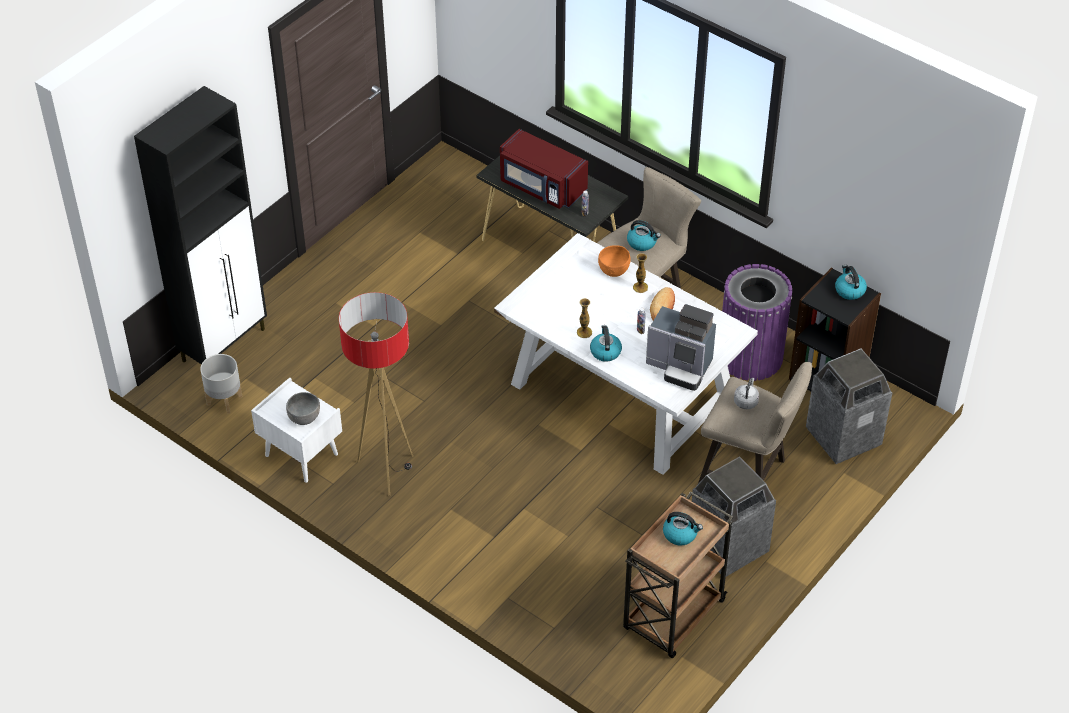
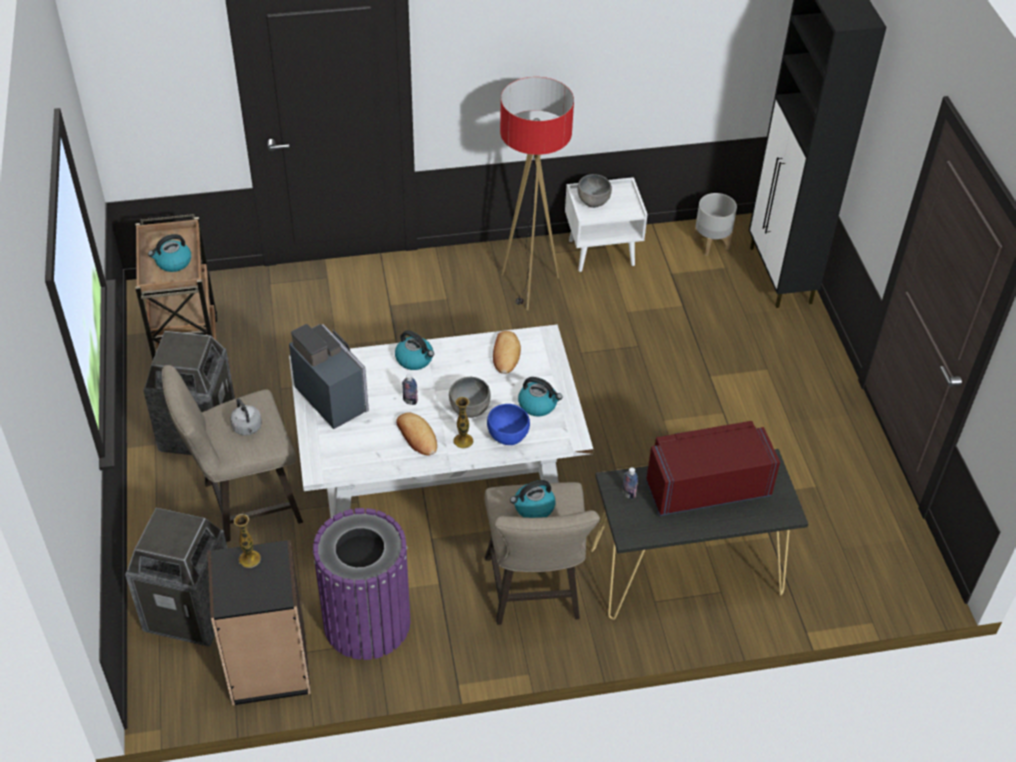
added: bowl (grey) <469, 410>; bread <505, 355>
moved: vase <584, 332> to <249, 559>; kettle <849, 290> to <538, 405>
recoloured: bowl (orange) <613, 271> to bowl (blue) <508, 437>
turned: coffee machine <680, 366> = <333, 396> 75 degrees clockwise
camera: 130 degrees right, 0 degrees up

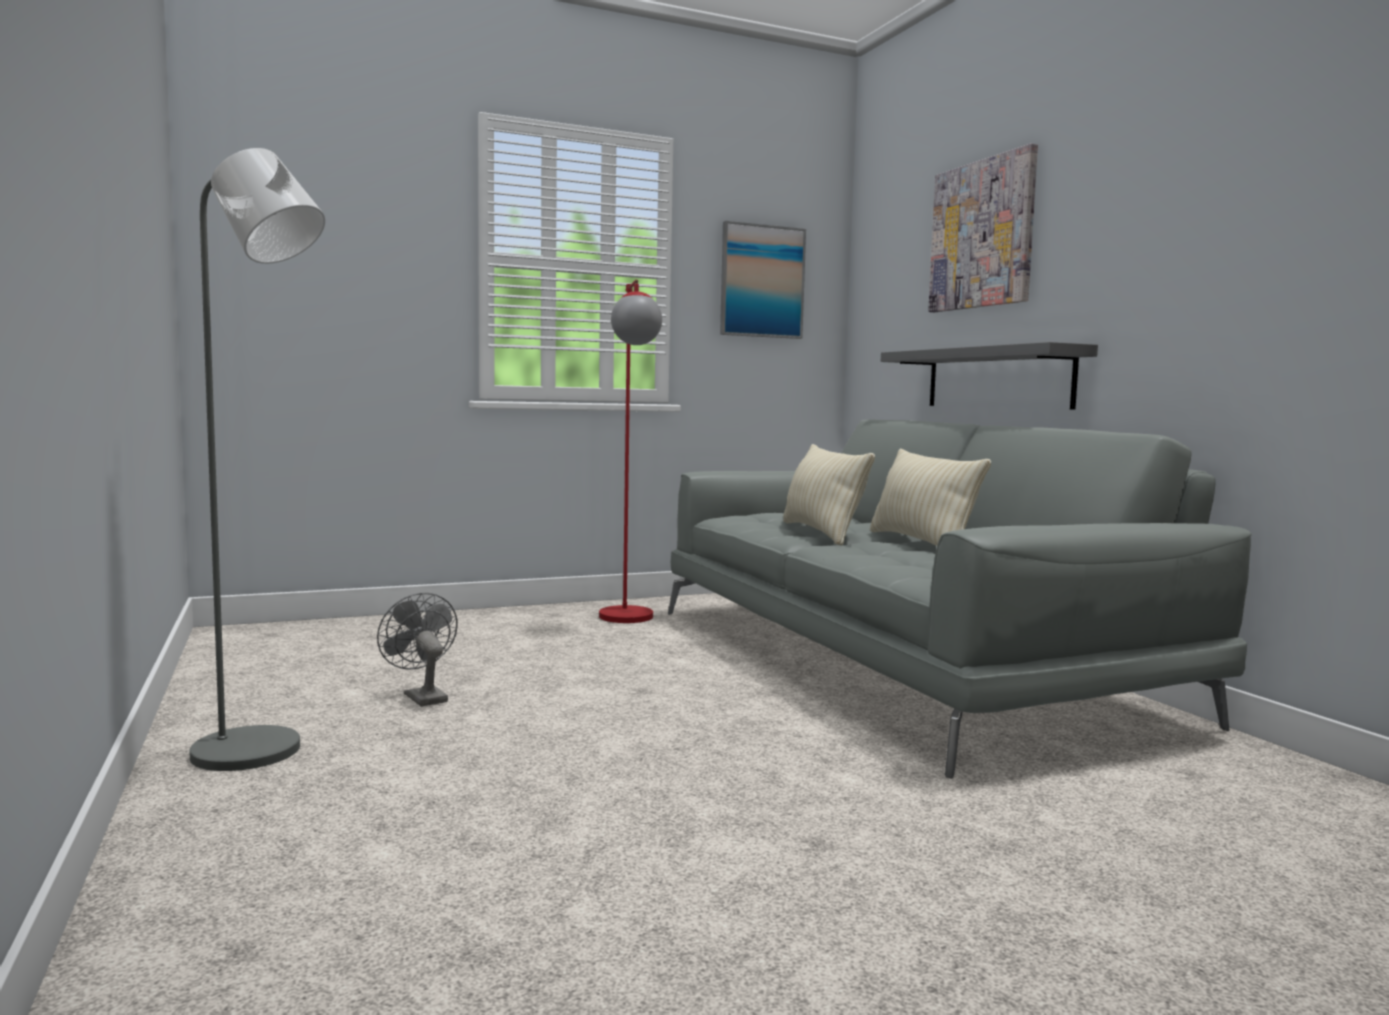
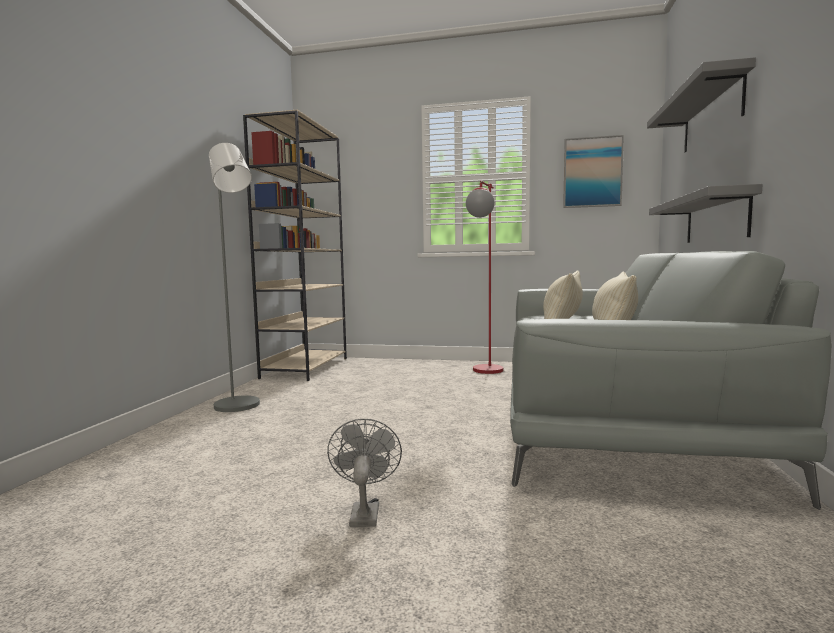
added: bookcase (beige) <305, 367>
moved: fan (grey) <421, 696> to <364, 512>
replaced: picture <982, 234> to shelf (grey) <711, 115>
camera: 35 degrees right, 0 degrees up

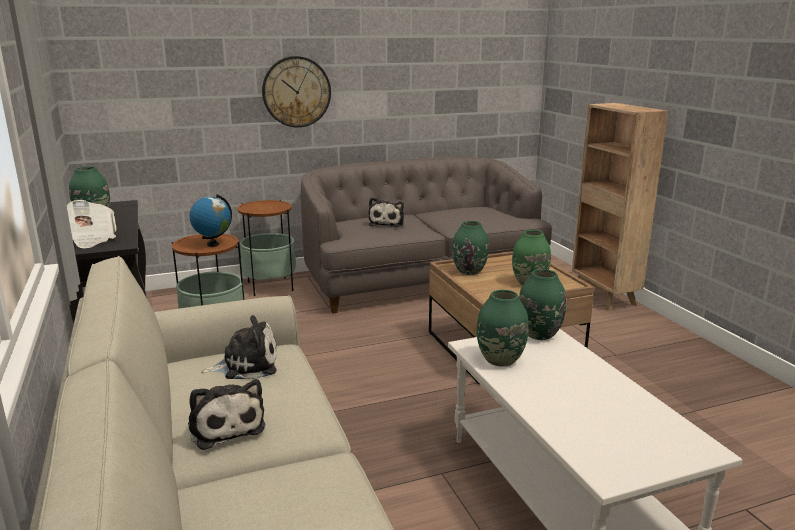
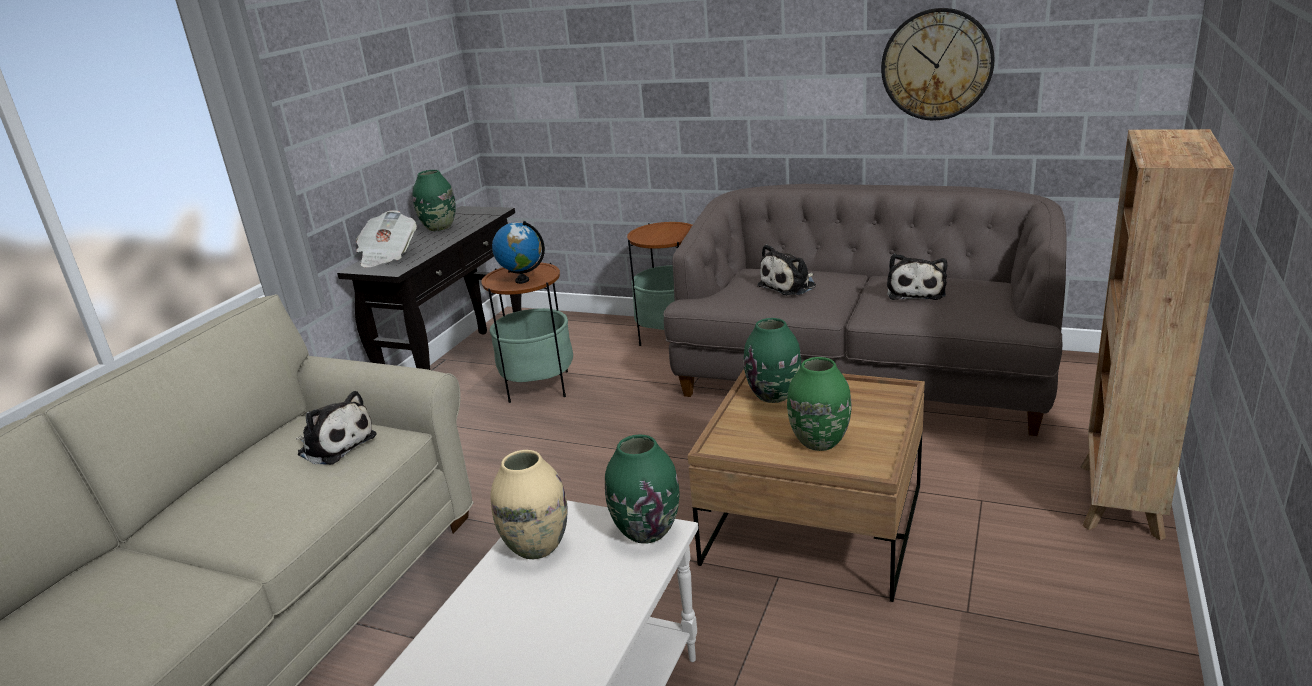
moved: wall clock <296, 92> to <937, 65>; plush toy <225, 426> to <916, 292>
recoloured: vase (green) <500, 360> to vase (beige) <536, 546>
camera: 45 degrees right, 5 degrees up

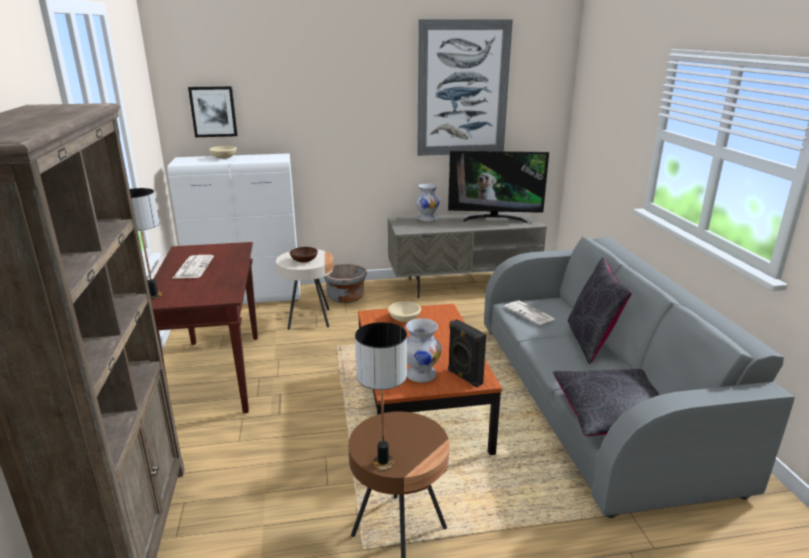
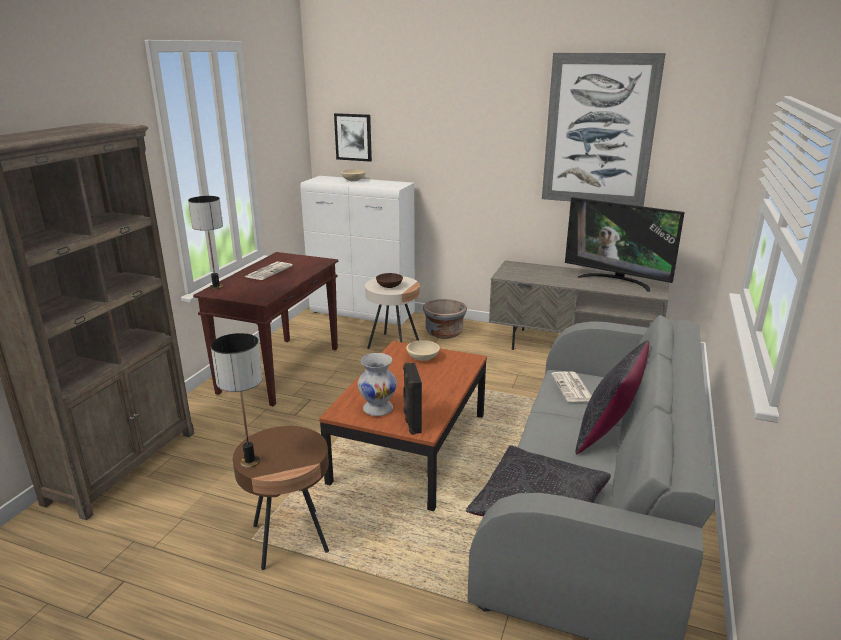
removed: vase (white) <427, 219>
camera: 30 degrees right, 0 degrees up

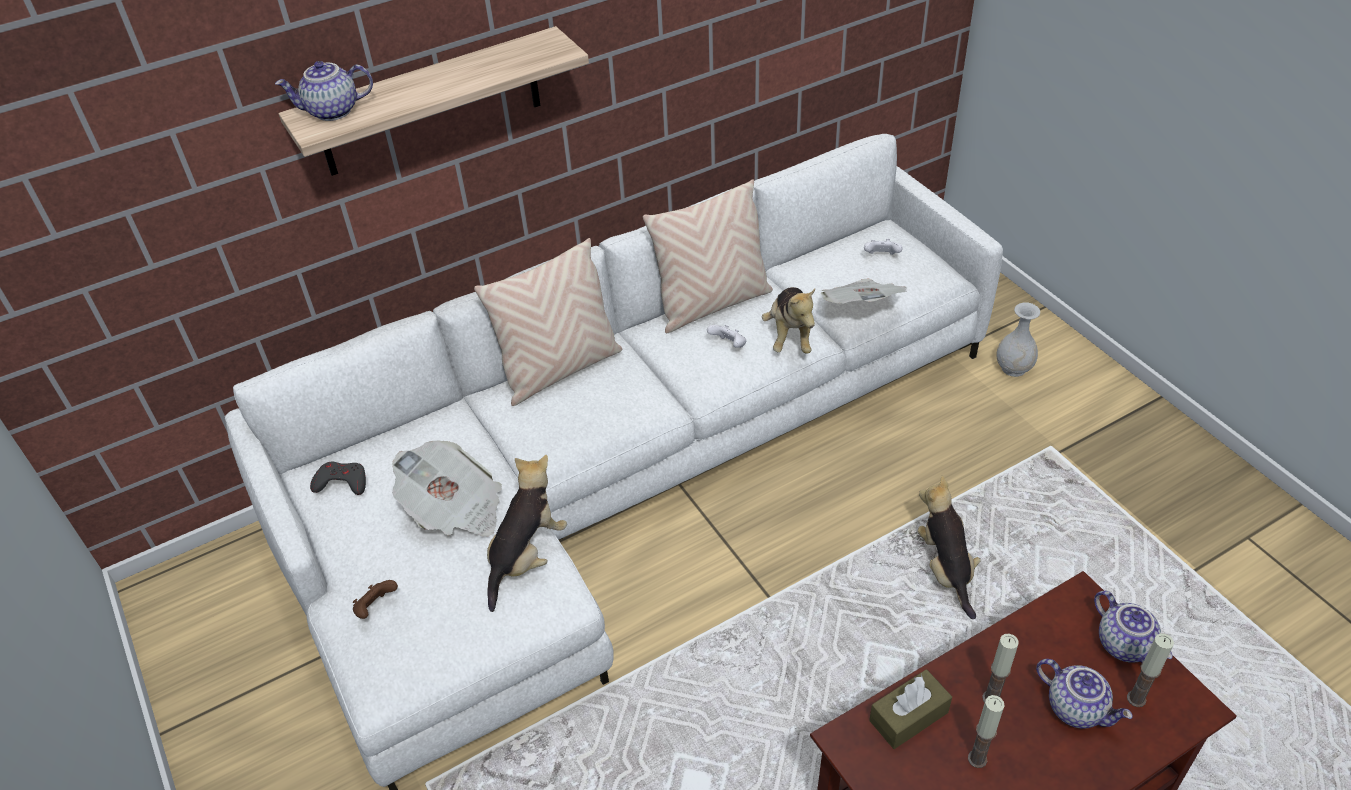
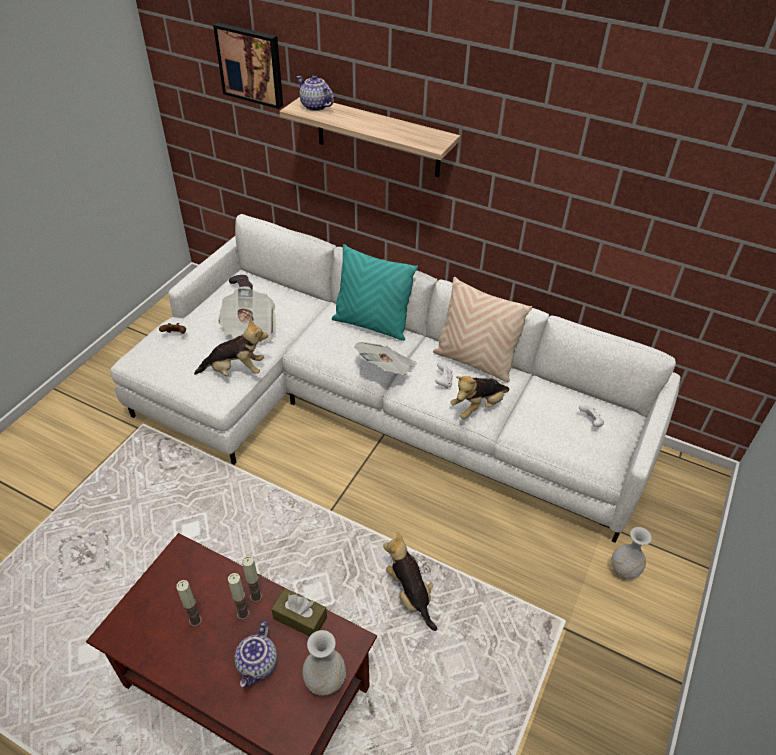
added: picture <251, 64>
moved: candle <1136, 699> to <256, 597>; tissue box (brown) <908, 716> to <300, 618>; newspaper <861, 309> to <386, 370>
replaced: teapot <1125, 644> to vase (white) <325, 680>
recoloured: pillow (beige) <560, 369> to pillow (turquoise) <372, 324>
turned: plush toy <945, 568> = <410, 594> 75 degrees counterclockwise
camera: 55 degrees right, 0 degrees up

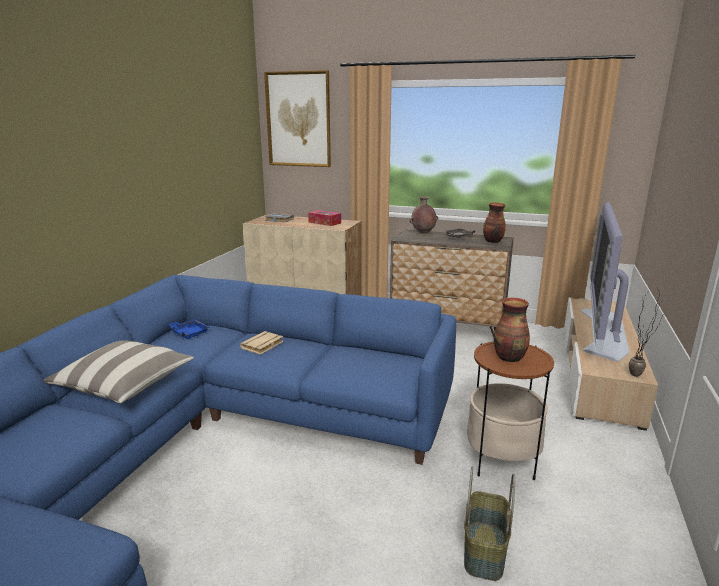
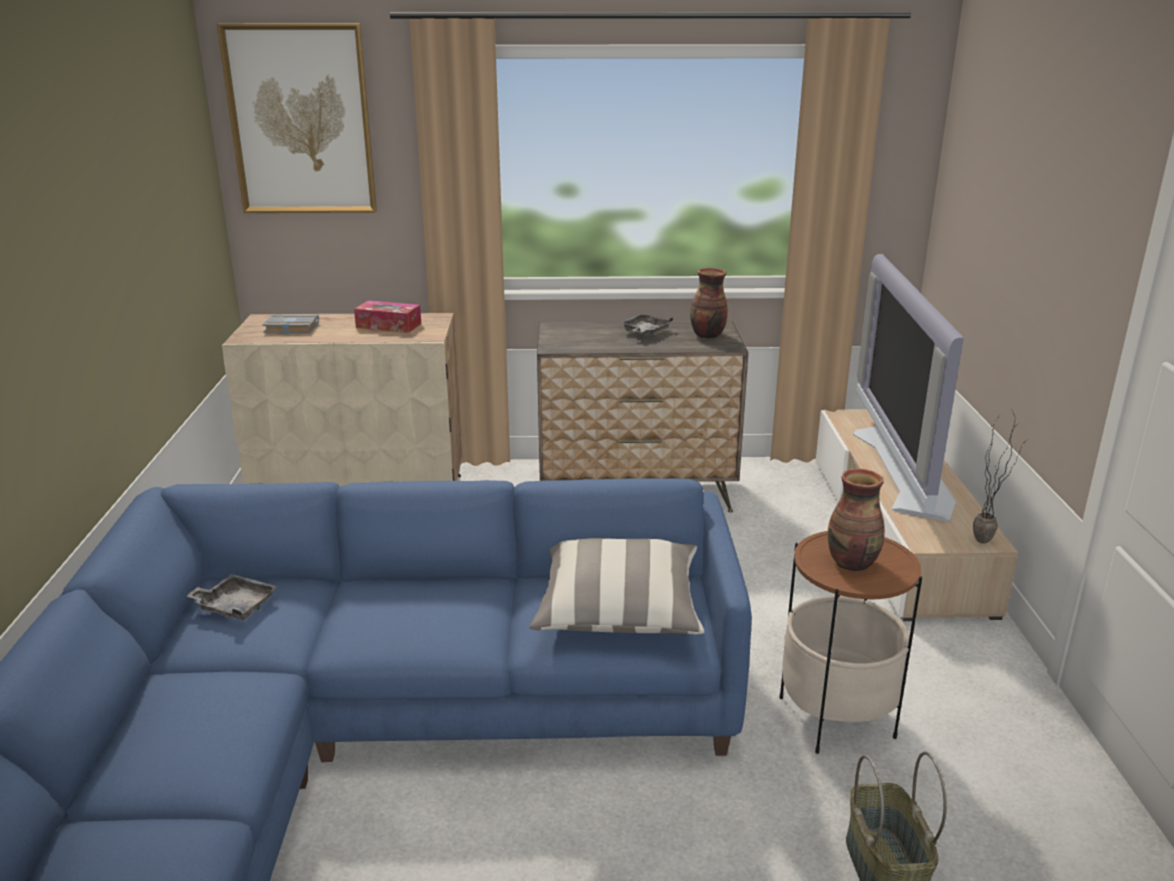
removed: book (beige) <263, 346>; vase (brown) <423, 232>
moved: pillow <124, 385> to <618, 609>
recoloured: tray (blue) <189, 333> to tray (grey) <235, 606>
camera: 20 degrees left, 5 degrees up

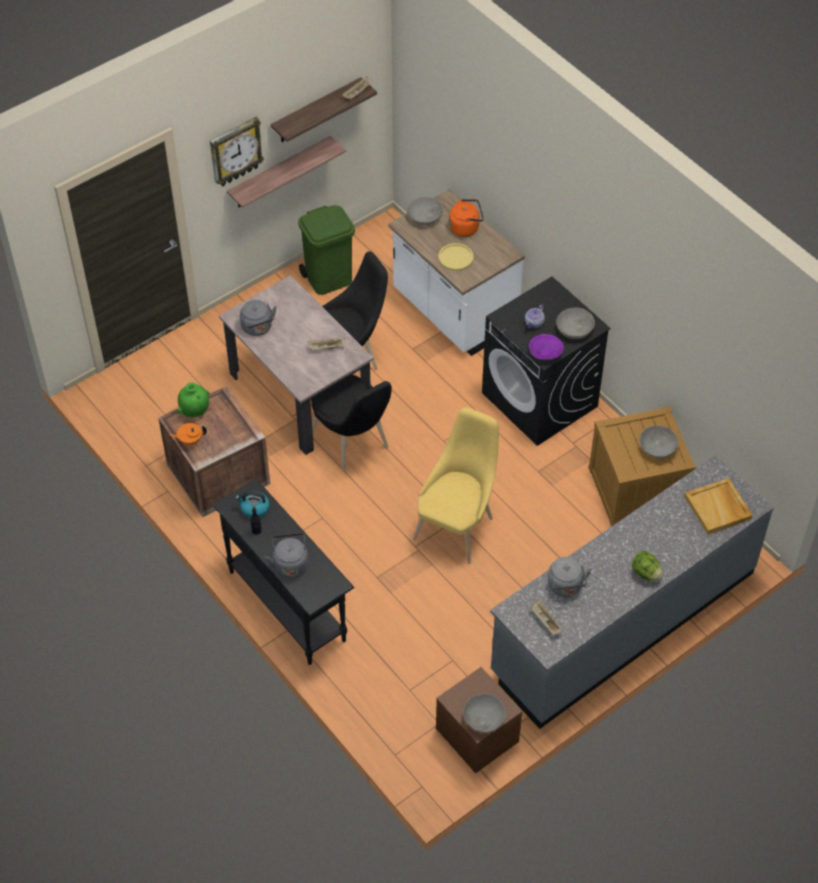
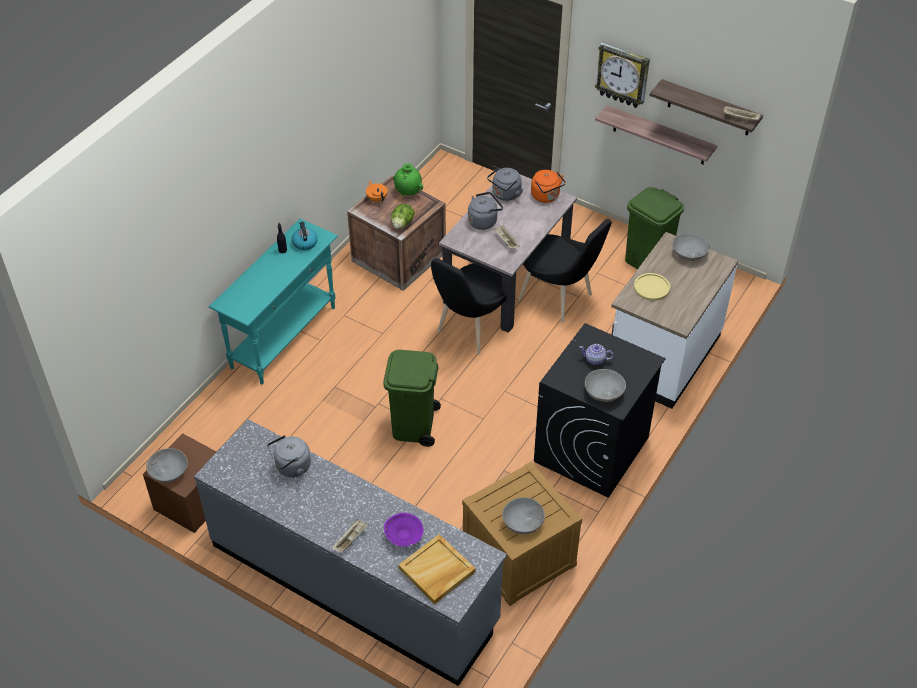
moved: tray (beige) <545, 621> to <350, 540>; bowl (purple) <546, 353> to <404, 535>; lettuce <646, 573> to <402, 224>; kettle (grey) <290, 563> to <484, 221>; kettle (orange) <466, 227> to <546, 196>
replaced: chair (yellow) <457, 525> to trash can (green) <413, 426>
recoloured: console table (black) <287, 605> to console table (turquoise) <284, 337>
camera: 70 degrees right, 5 degrees down

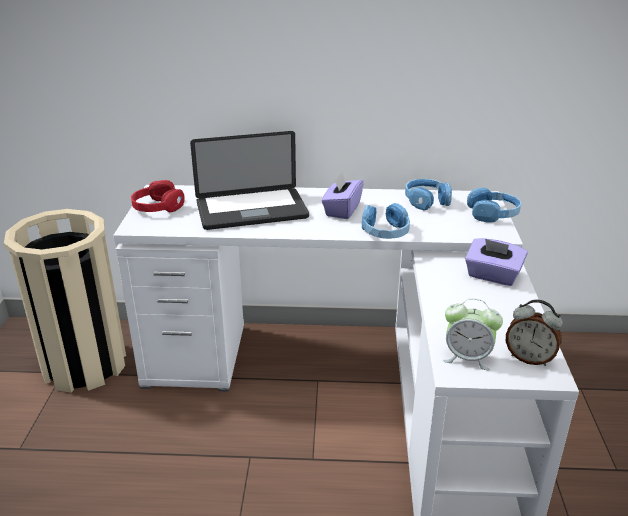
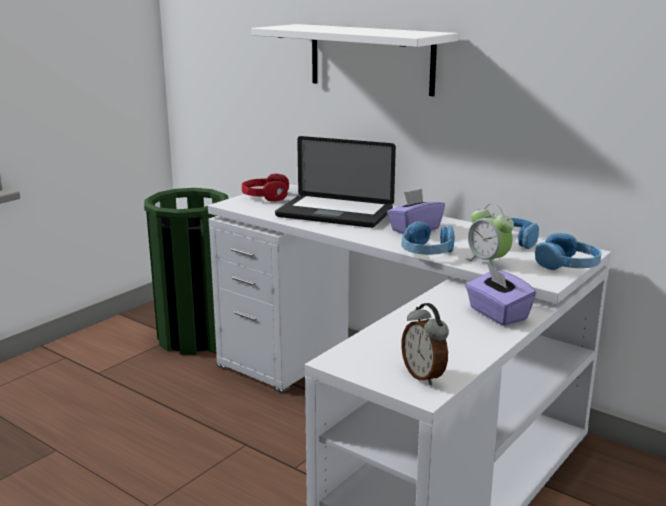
added: shelf (white) <371, 59>
moved: alarm clock <467, 358> to <488, 262>
recoloured: trash can (beige) <84, 365> to trash can (green) <196, 337>
camera: 35 degrees right, 10 degrees down

